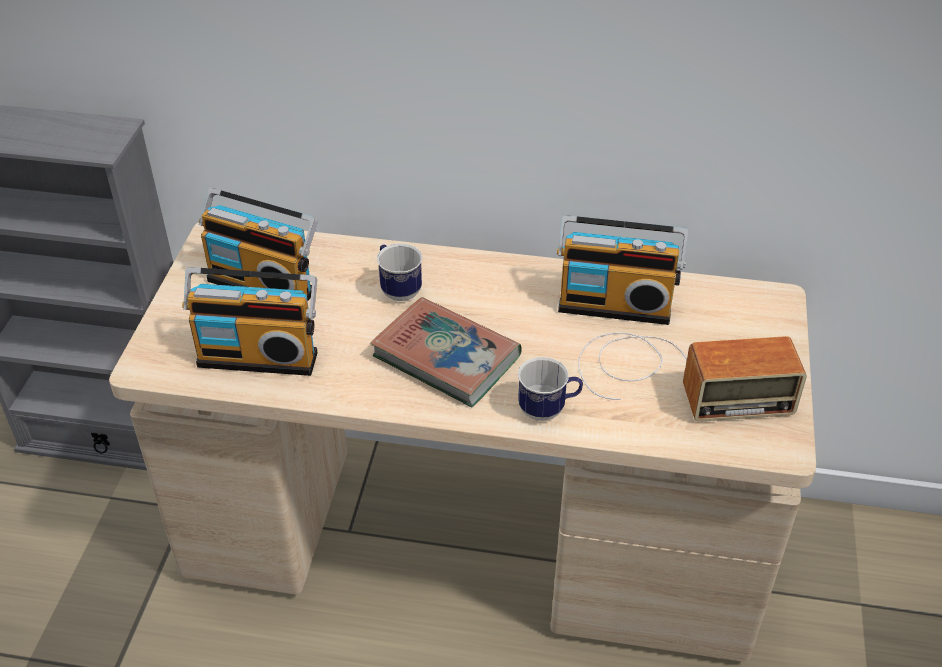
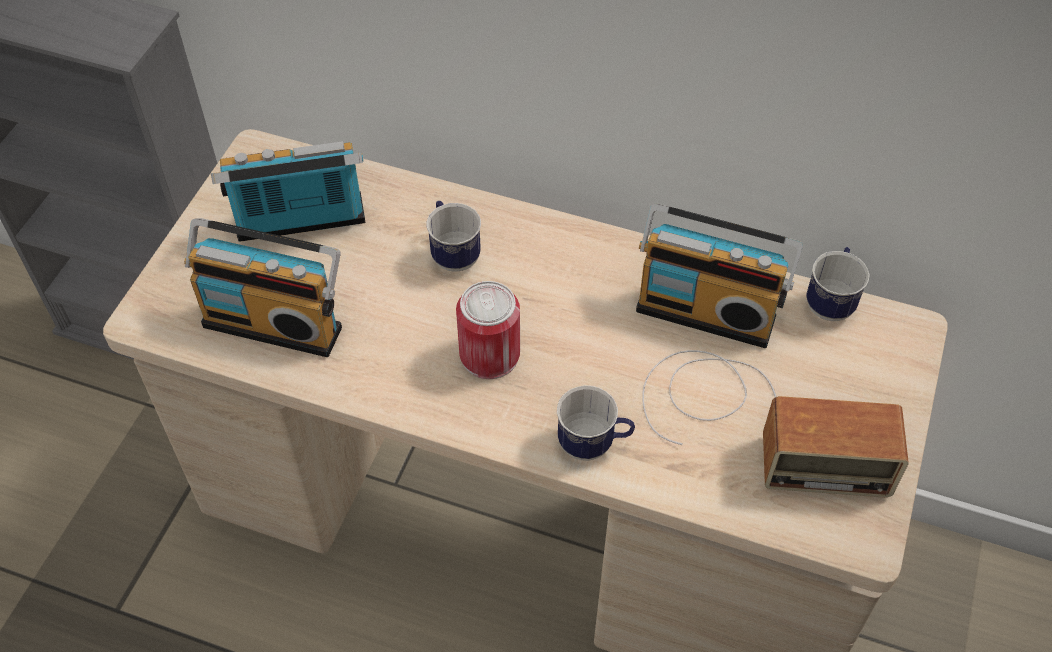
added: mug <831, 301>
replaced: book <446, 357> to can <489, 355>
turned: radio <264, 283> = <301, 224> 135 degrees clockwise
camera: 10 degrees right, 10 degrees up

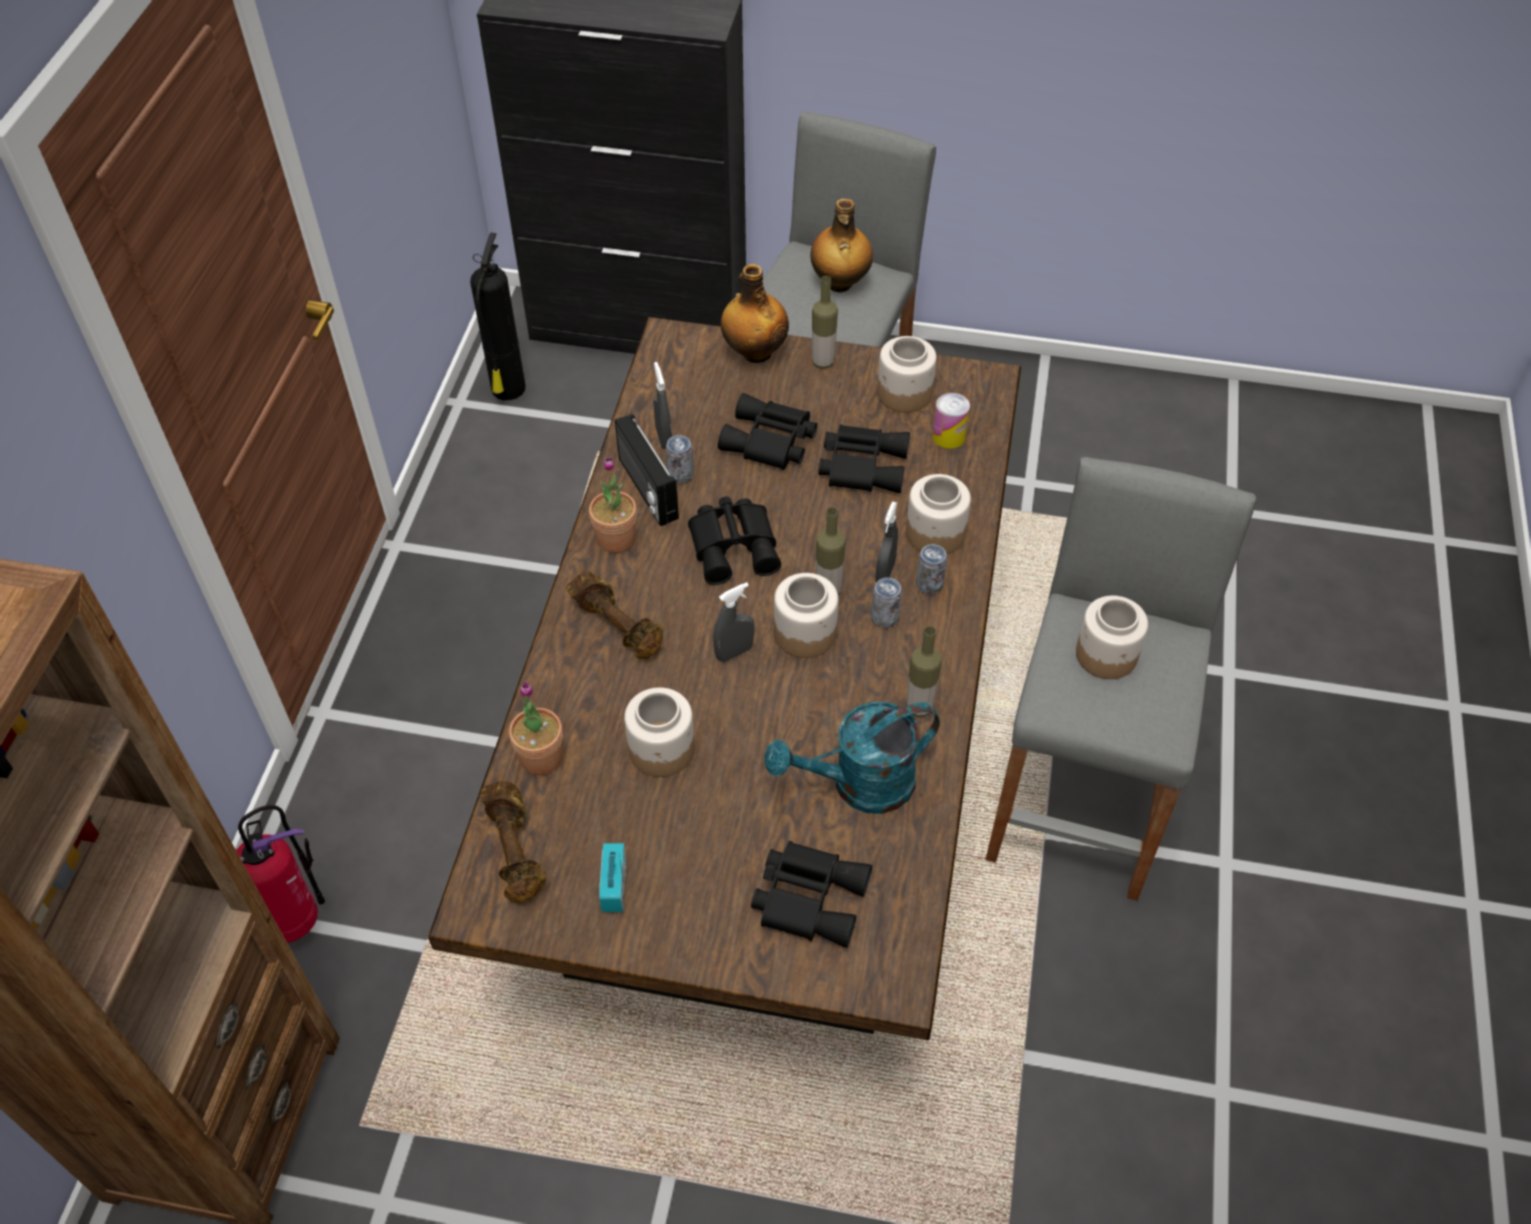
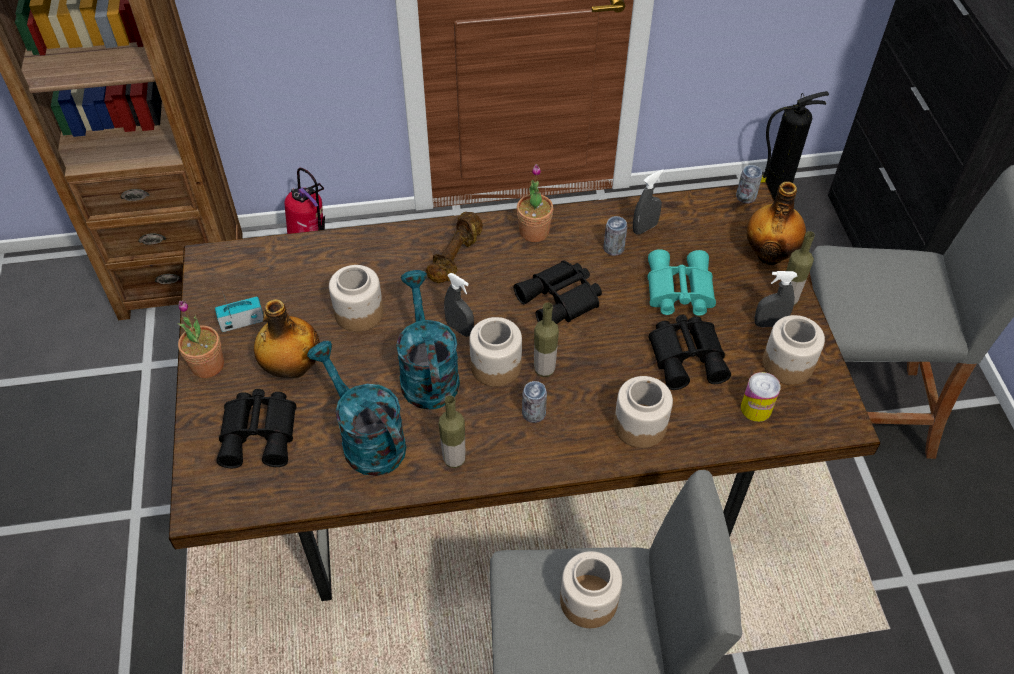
removed: dumbbell (brown) <516, 850>; radio <646, 489>
added: watering can (turquoise) <427, 372>
moved: potted plant <541, 757> to <207, 365>; bottle <839, 283> to <292, 368>; can <929, 584> to <745, 197>; spray bottle (grey) <885, 573> to <769, 324>
recoloured: binoculars (black) <769, 442> to binoculars (turquoise) <677, 291>
camera: 70 degrees right, 0 degrees up

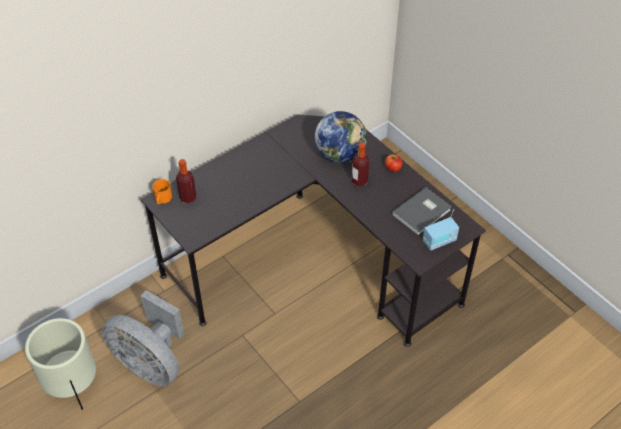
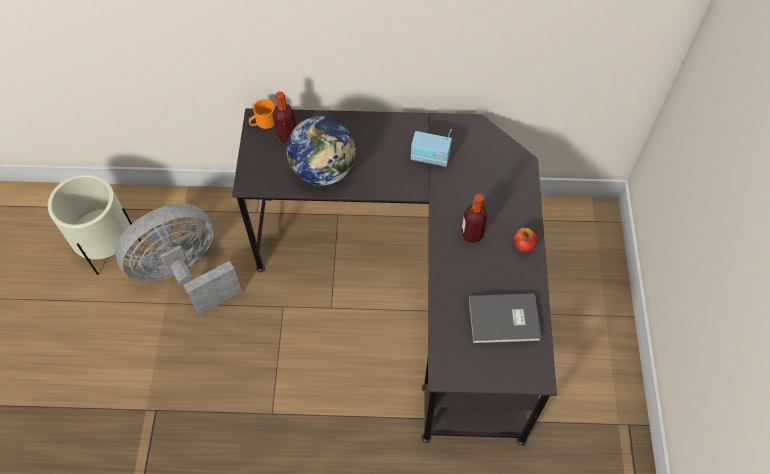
moved: globe <340, 154> to <323, 170>; radio <439, 241> to <430, 157>
turned: fan (grey) <151, 363> = <185, 274> 75 degrees clockwise
camera: 40 degrees right, 10 degrees up

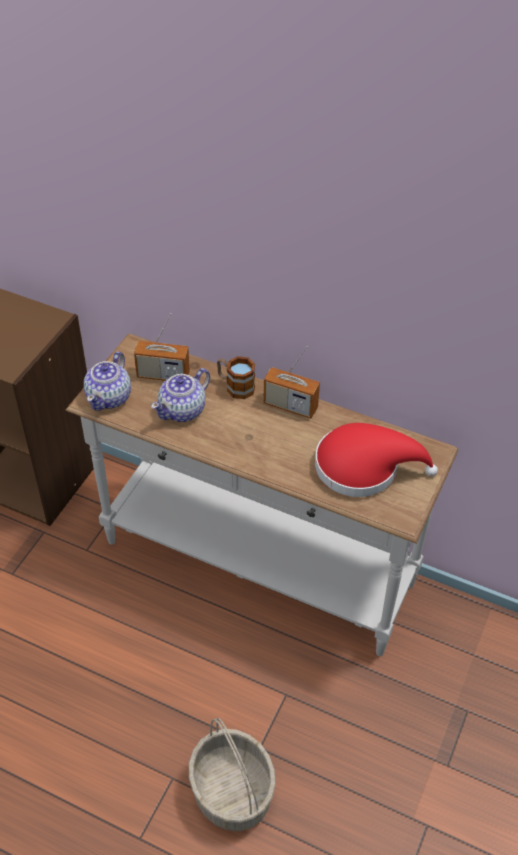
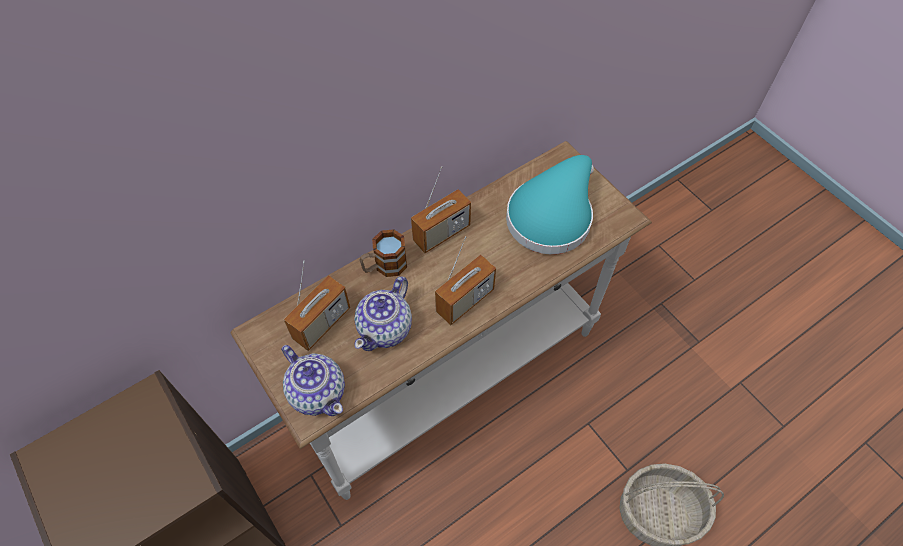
added: radio <465, 301>
recoloured: hat (red) <364, 467> to hat (turquoise) <552, 215>
turned: teapot <183, 410> = <386, 328> 45 degrees clockwise
camera: 60 degrees left, 10 degrees up

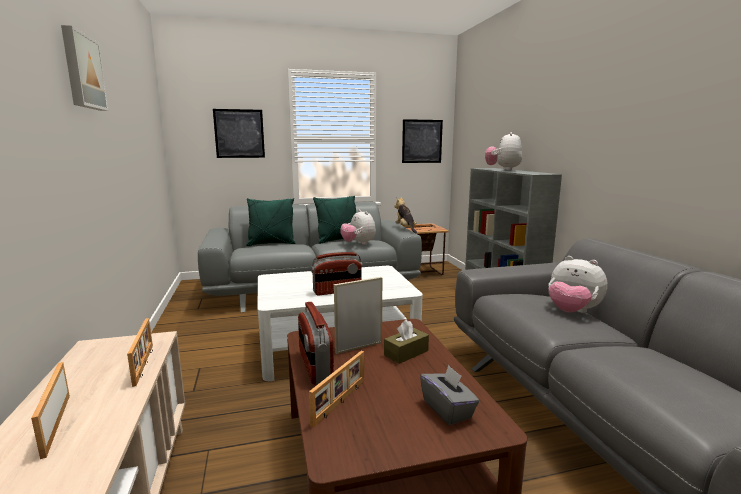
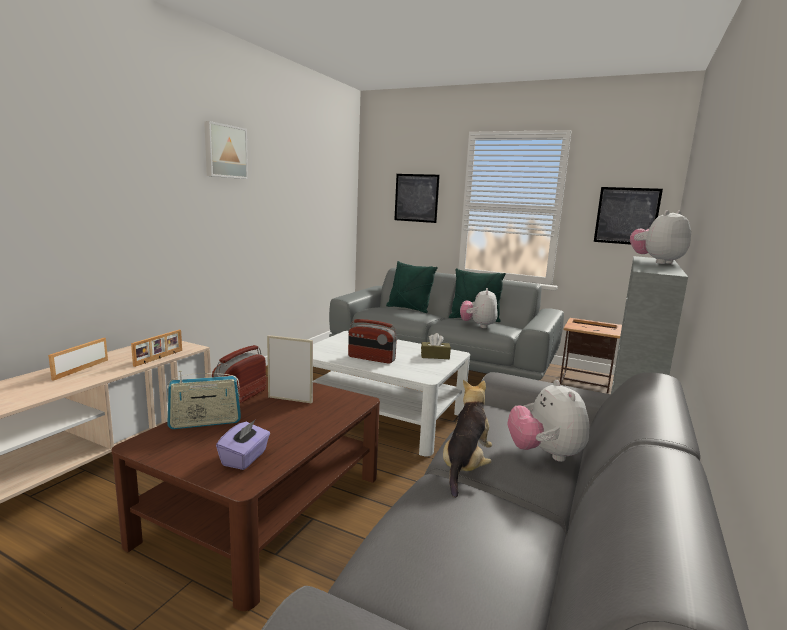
moved: tissue box (brown) <406, 353> to <435, 356>; plush toy <405, 229> to <465, 466>
replaced: picture frame <340, 402> to radio <205, 422>
recoloured: tissue box (grey) <448, 409> to tissue box (purple) <245, 458>
camera: 40 degrees right, 0 degrees up

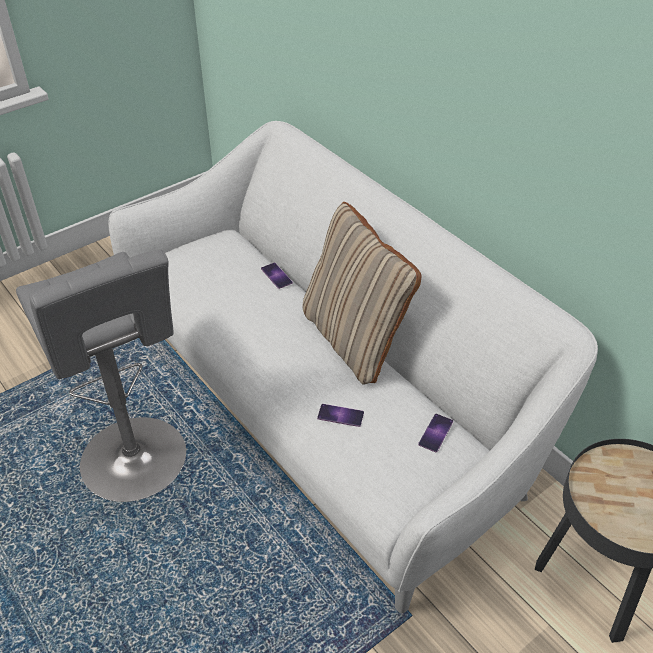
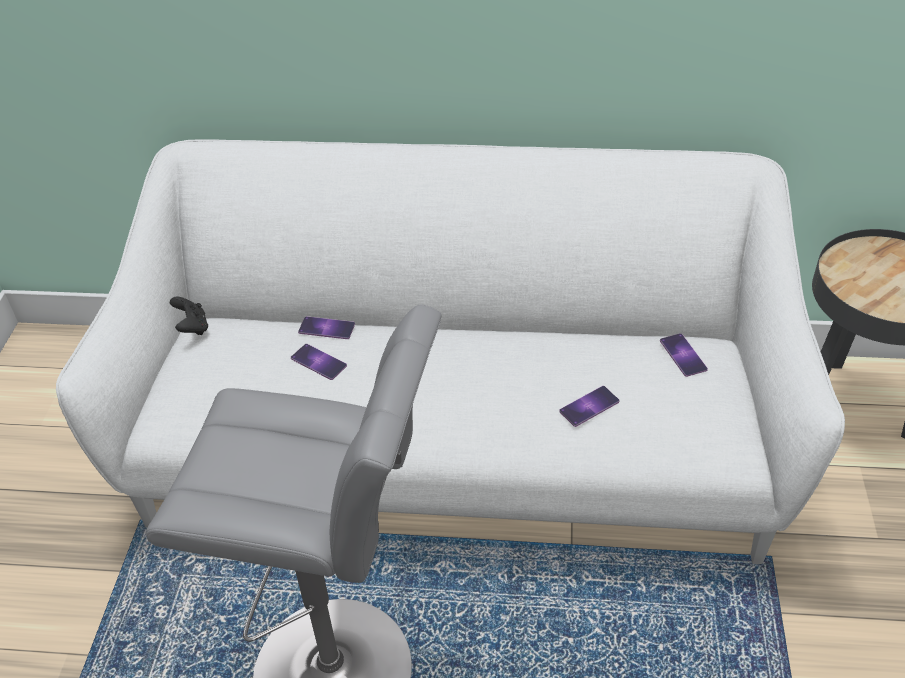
removed: pillow (beige) <354, 339>
added: game controller (black) <192, 327>; phone <318, 362>
camera: 45 degrees left, 0 degrees up

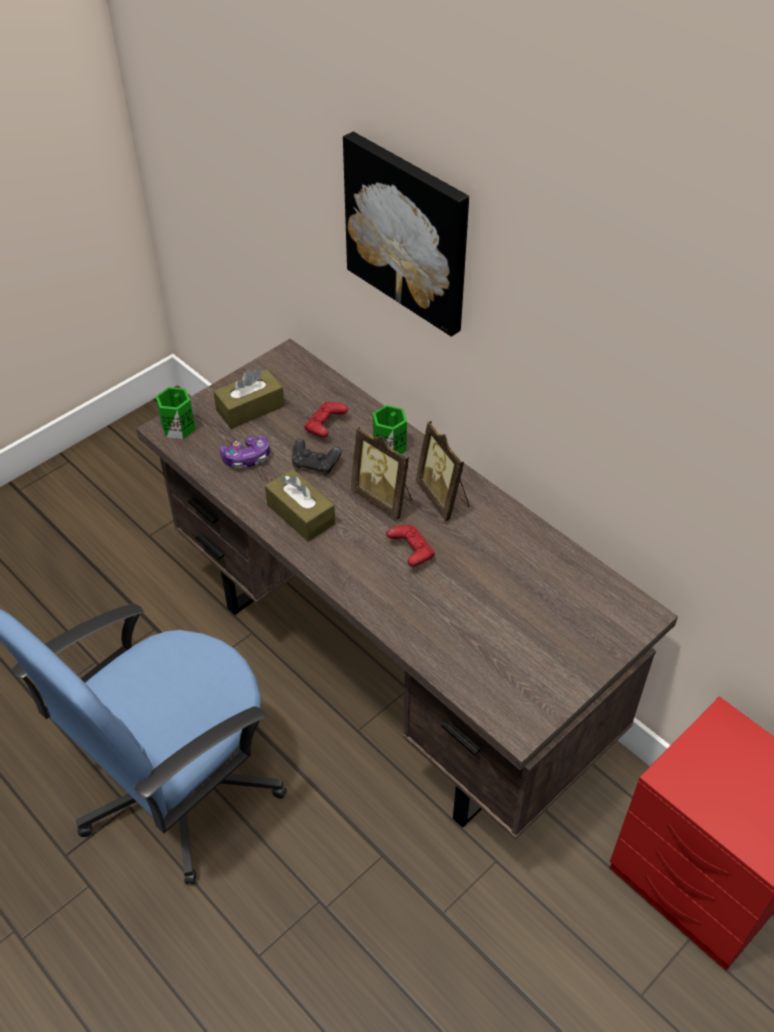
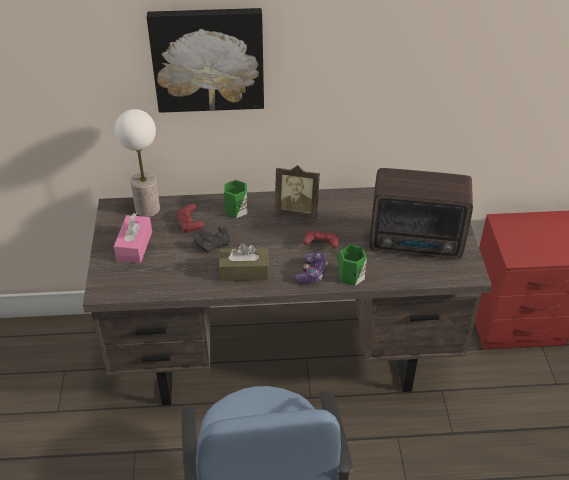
removed: picture frame <384, 498>
added: table lamp <147, 208>; radio <417, 244>
moved: game controller <246, 458> to <312, 273>; mug (green) <178, 426> to <349, 276>
recoloured: tissue box (brown) <250, 408> to tissue box (pink) <134, 246>
camera: 50 degrees left, 5 degrees down

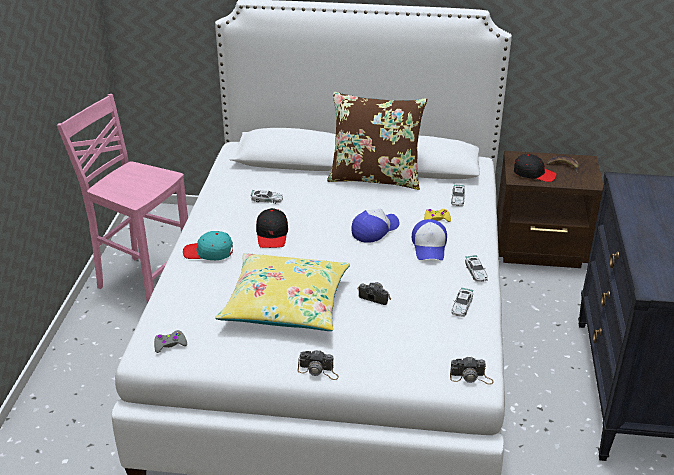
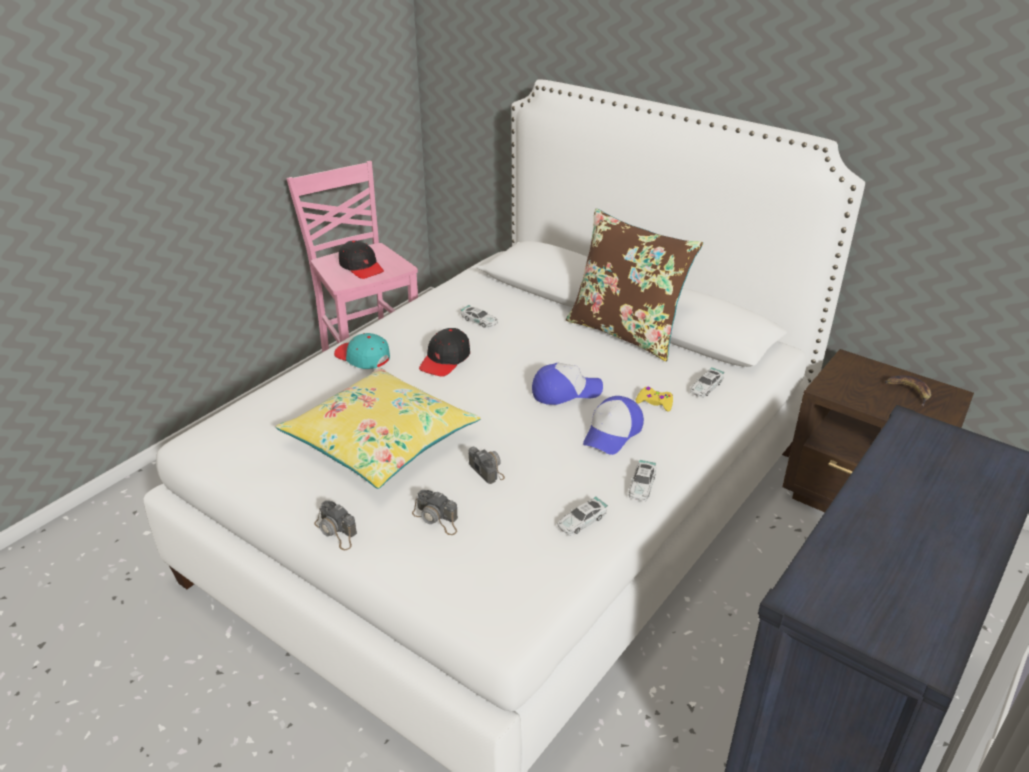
removed: game controller (grey) <170, 344>
moved: cap (black) <534, 173> to <361, 267>; photo camera <471, 377> to <437, 519>
camera: 30 degrees right, 0 degrees up

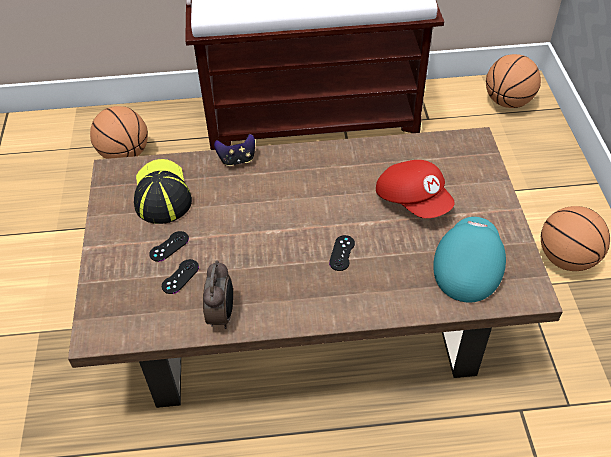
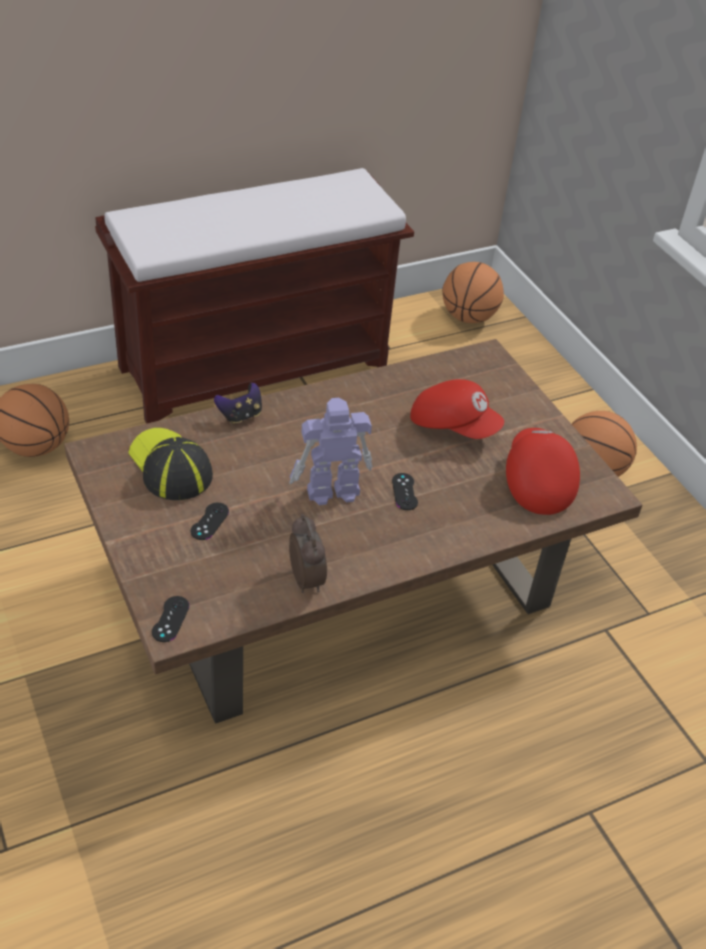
added: toy robot <331, 491>
moved: game controller (black) <180, 276> to <170, 619>
recoloured: cap (turquoise) <466, 267> to cap (red) <536, 481>
camera: 25 degrees left, 5 degrees down

